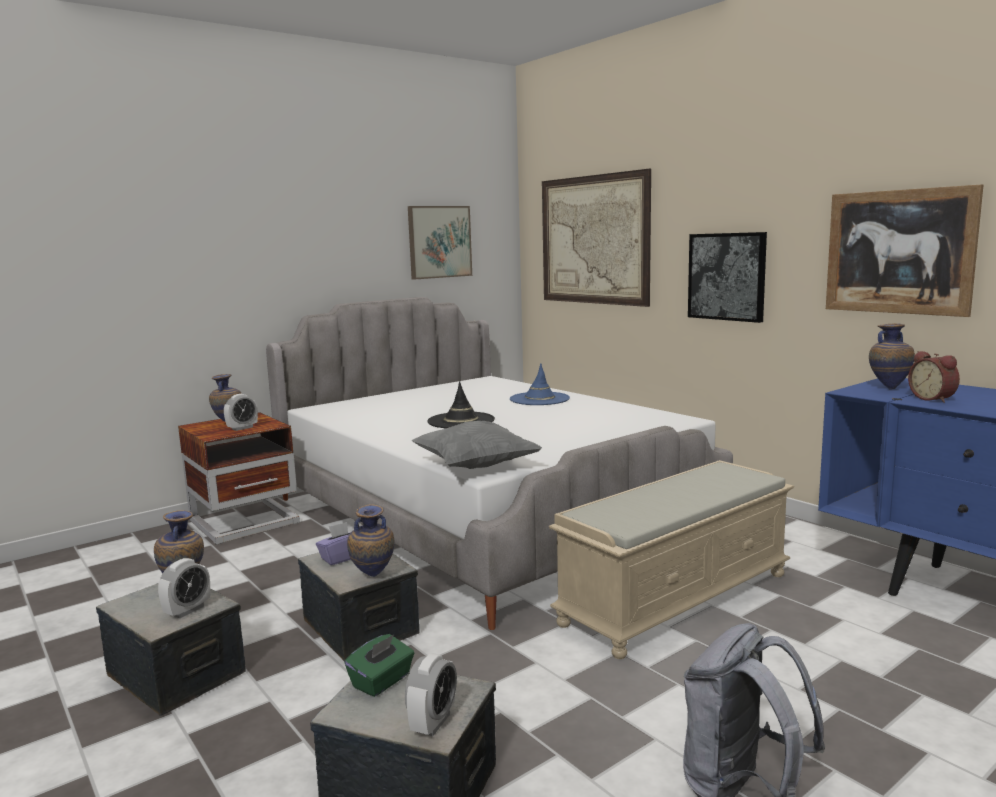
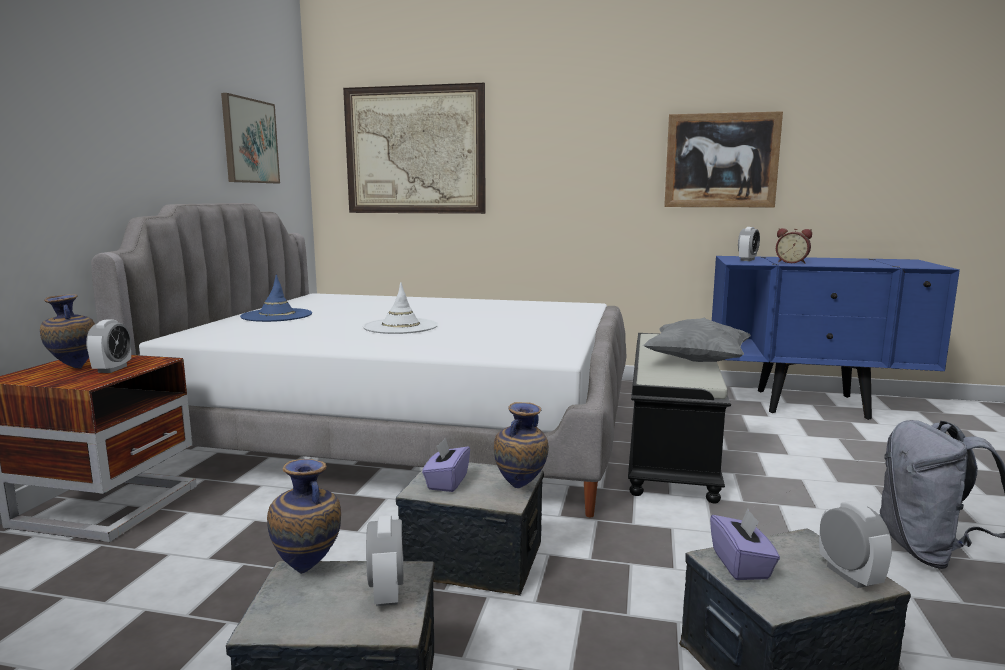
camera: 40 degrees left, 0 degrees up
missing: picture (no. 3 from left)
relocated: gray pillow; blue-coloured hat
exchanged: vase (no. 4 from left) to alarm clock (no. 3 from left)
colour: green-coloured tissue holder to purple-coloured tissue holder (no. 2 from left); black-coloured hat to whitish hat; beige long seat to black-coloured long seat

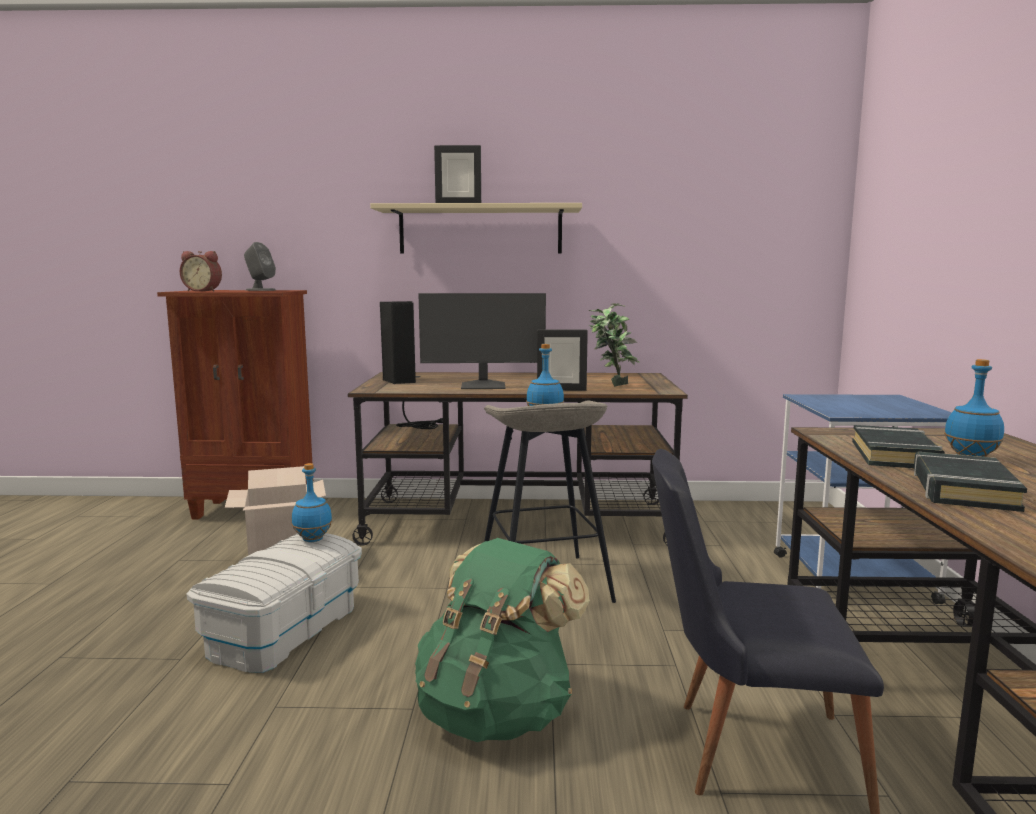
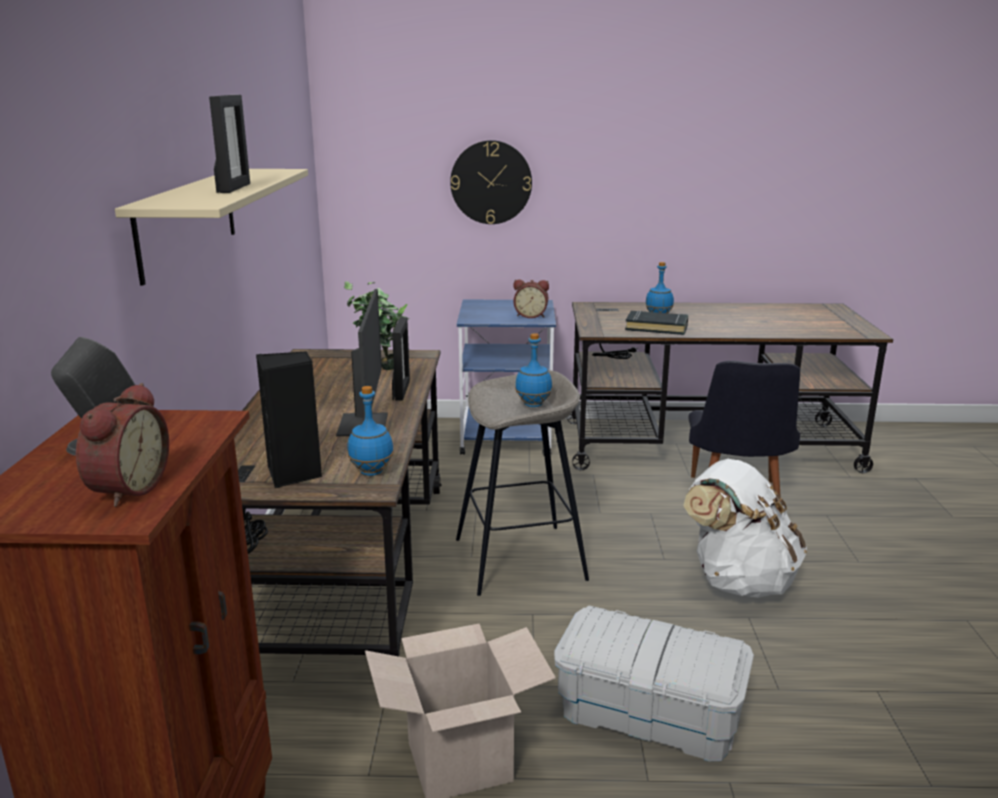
camera: 90 degrees left, 10 degrees up
missing: black-coloured book (no. 2 from left)
appeared: clock on the wall; alarm clock (no. 2 from left)
relocated: blue-coloured drink bottle (no. 1 from left)
colour: green-coloured knapsack to whitish knapsack

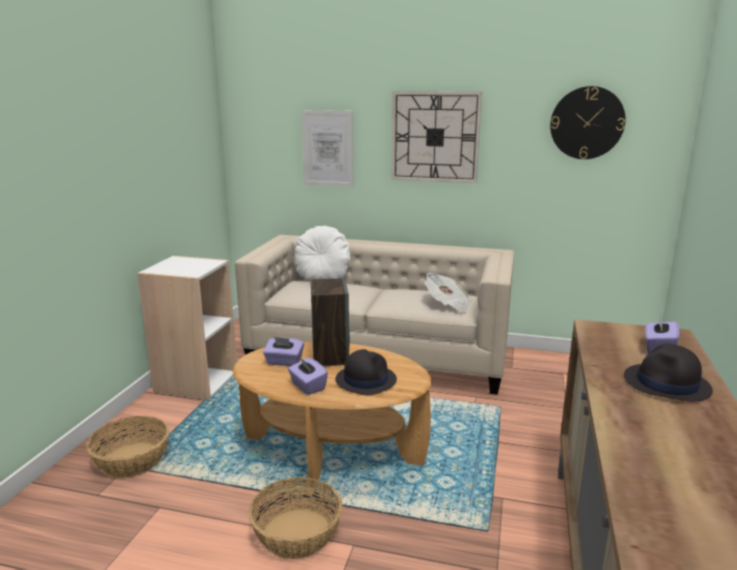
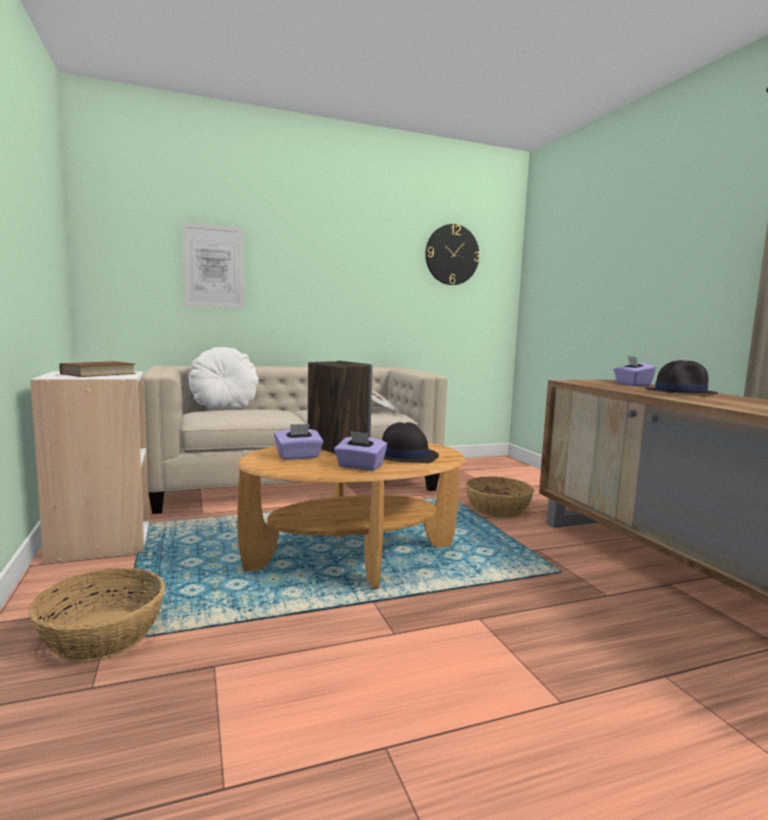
camera: 35 degrees left, 10 degrees down
missing: clock on the wall (no. 1 from left)
appeared: brown-coloured book
relocated: basket (no. 2 from left)

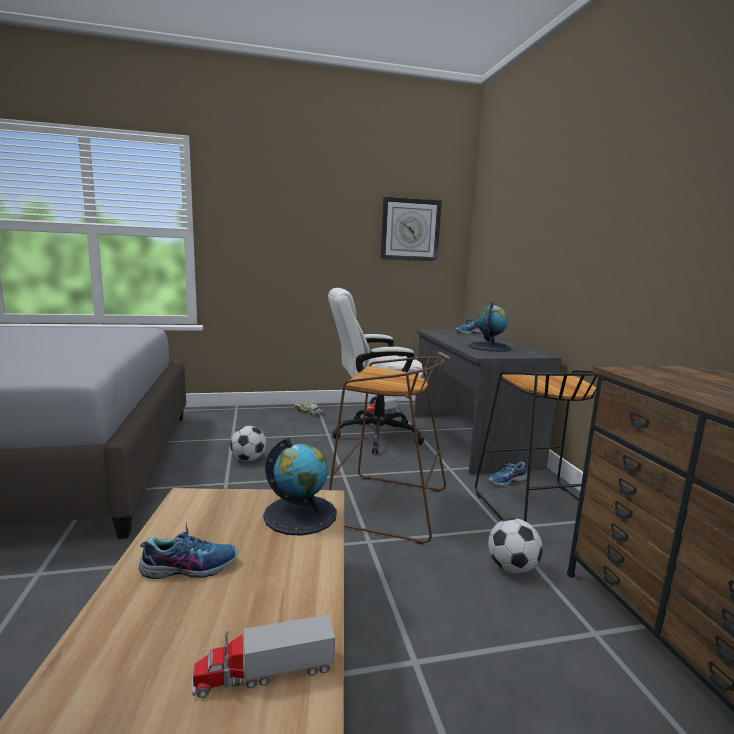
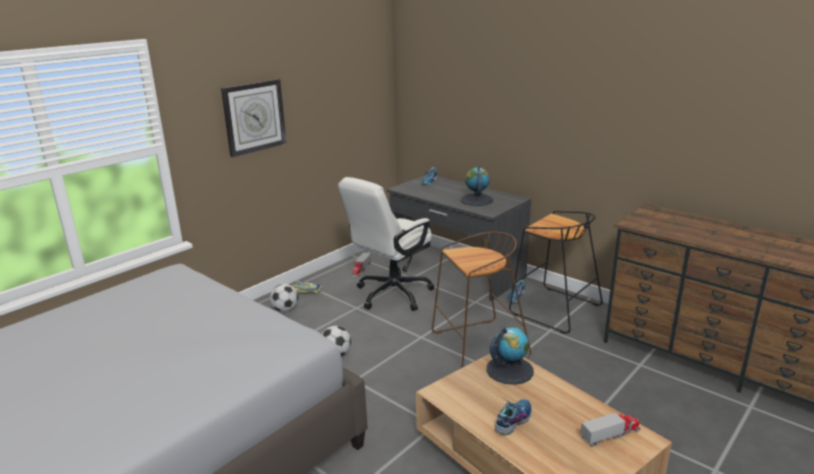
camera: 35 degrees left, 10 degrees up
relocated: clock on the wall; ball for football (no. 2 from left in the first image) to ball for football (no. 1 from left)
spun: toy lorry (no. 1 from left in the first image) 150 degrees counterclockwise

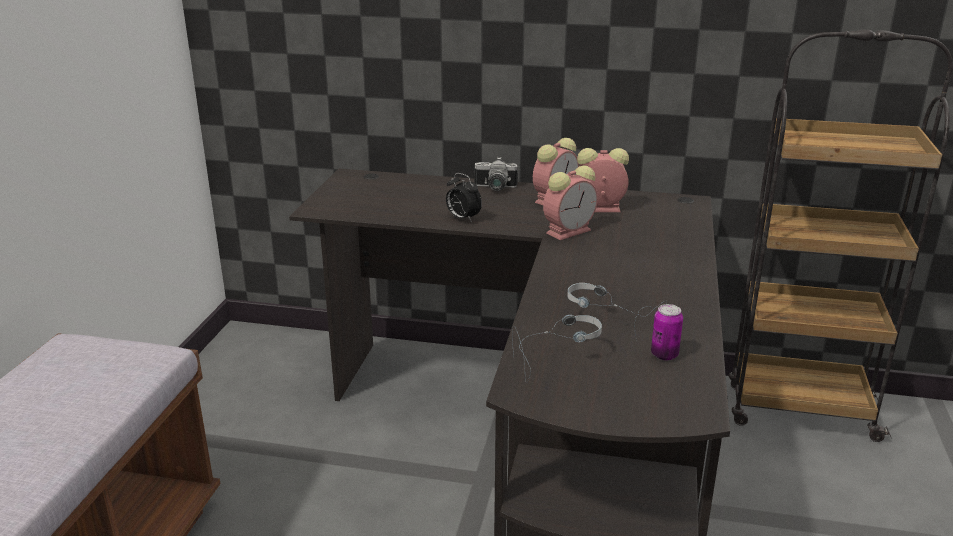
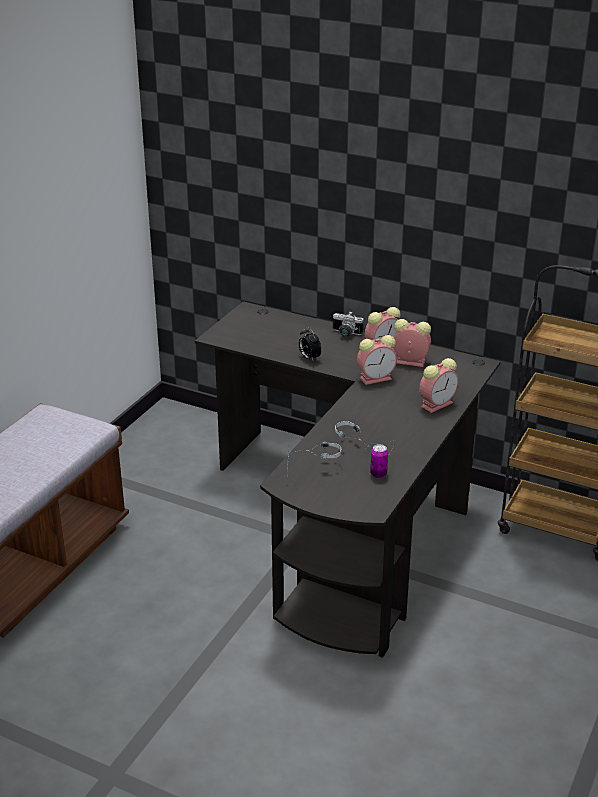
camera: 15 degrees right, 5 degrees up
appeared: alarm clock (no. 5 from left)

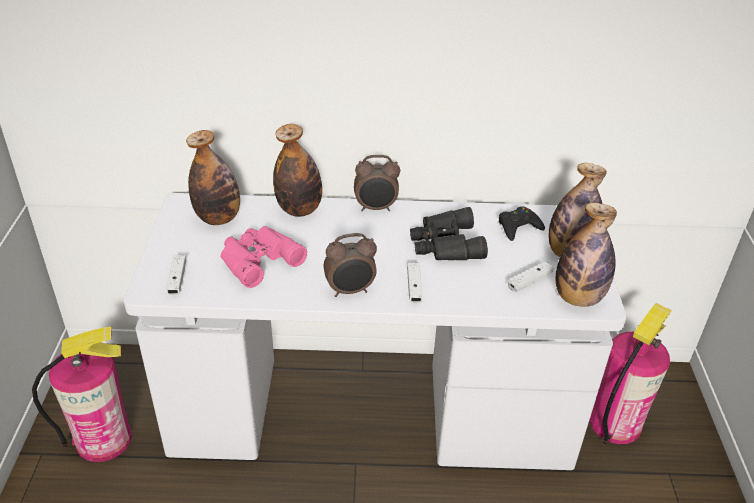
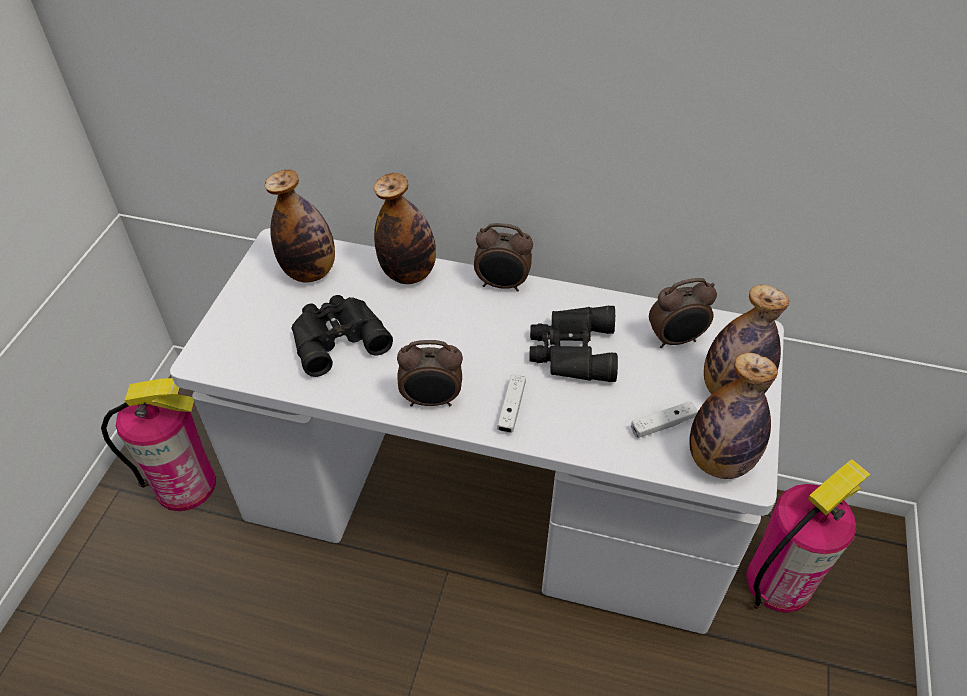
camera: 15 degrees right, 10 degrees up
missing: whitish game controller (no. 1 from left)
exchanged: black-coloured game controller to alarm clock (no. 3 from left)
colour: pinkish binoculars to black-coloured binoculars (no. 1 from left)

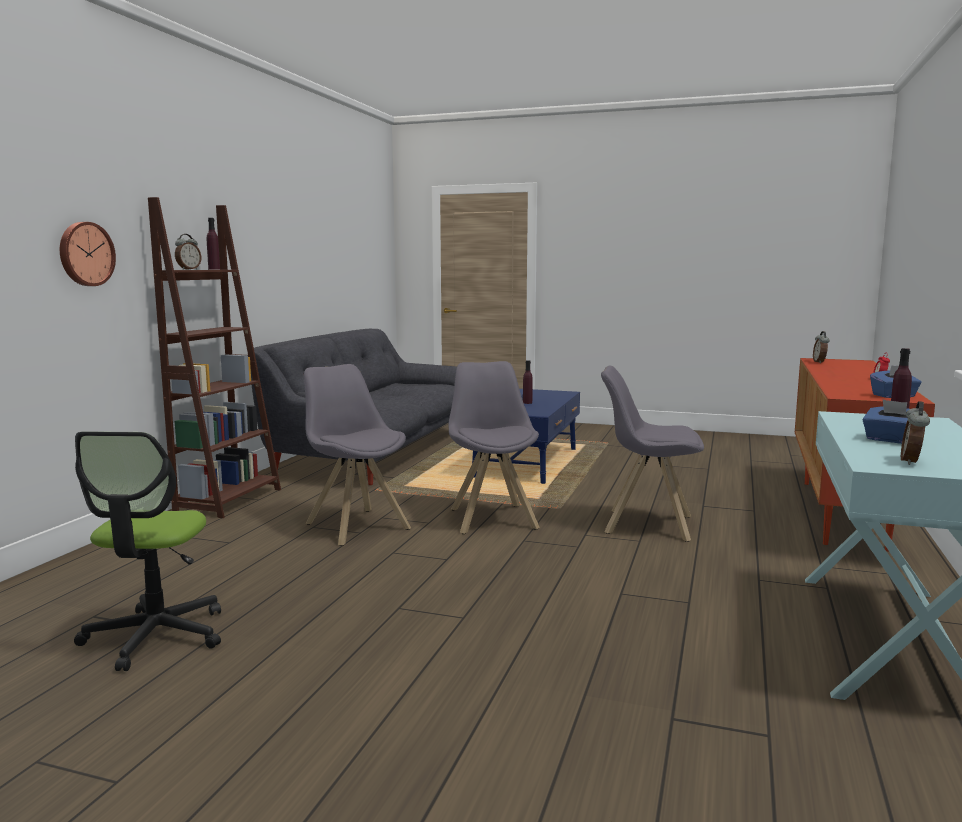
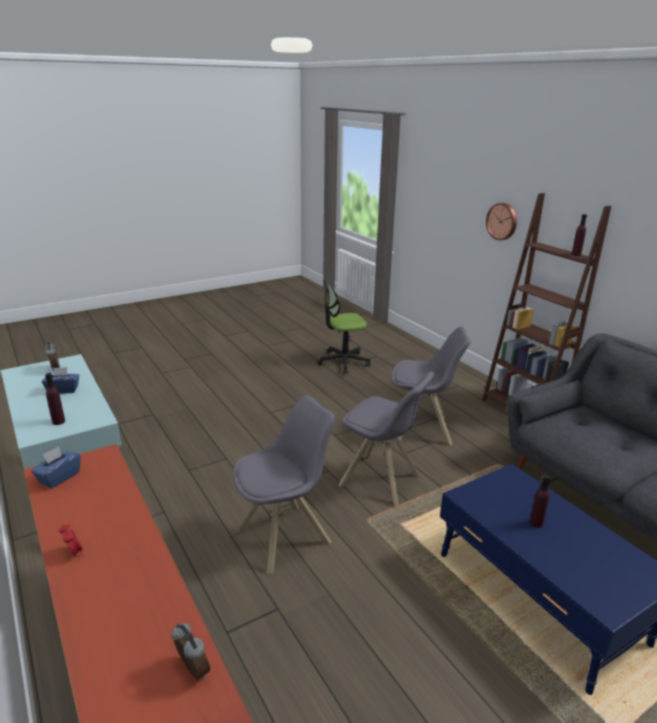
camera: 130 degrees right, 15 degrees up
missing: alarm clock (no. 1 from left)
spun: desk chair 60 degrees counterclockwise

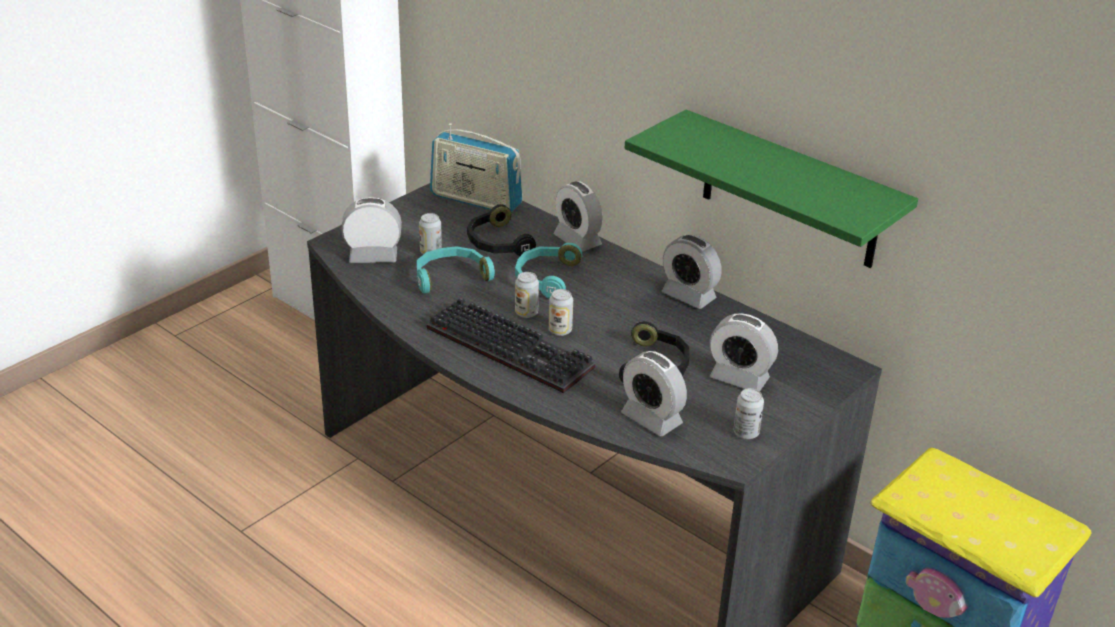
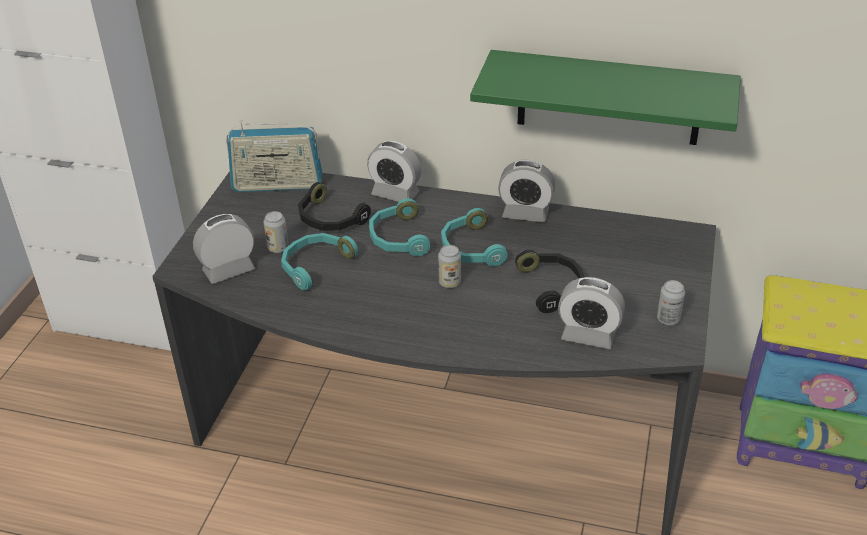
camera: 25 degrees left, 5 degrees up
missing: PC keyboard; sealed can (no. 2 from left); alarm clock (no. 5 from left)
appeared: turquoise-coloured headphones (no. 3 from left)

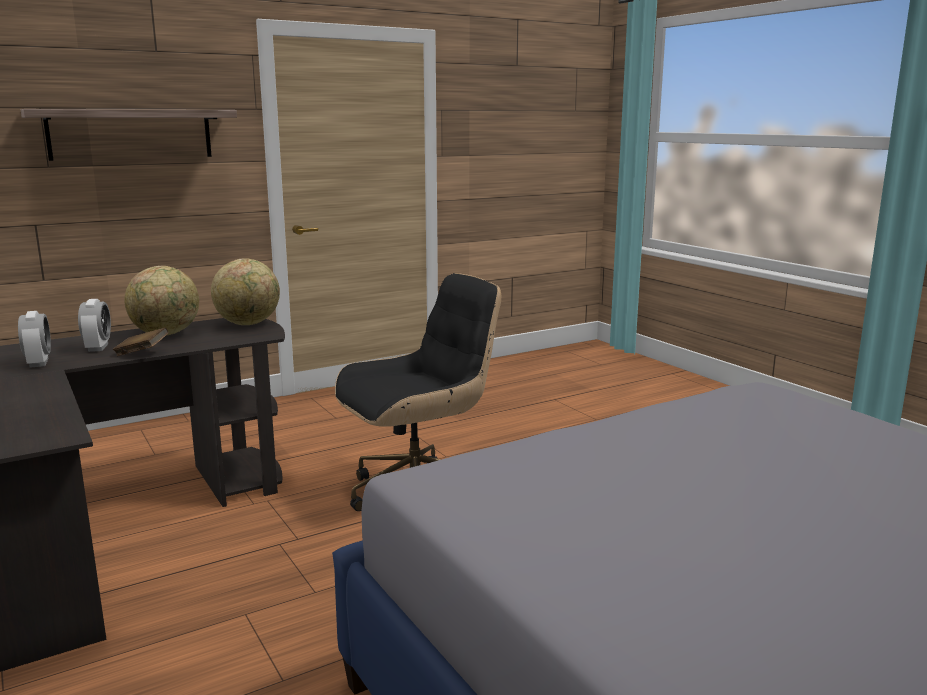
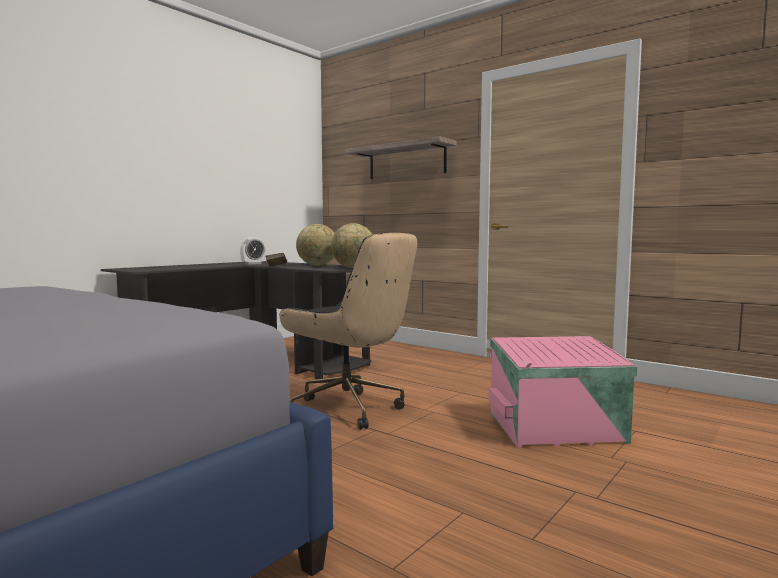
camera: 70 degrees right, 10 degrees down
missing: alarm clock (no. 2 from left)
appeared: pinkish storage box

